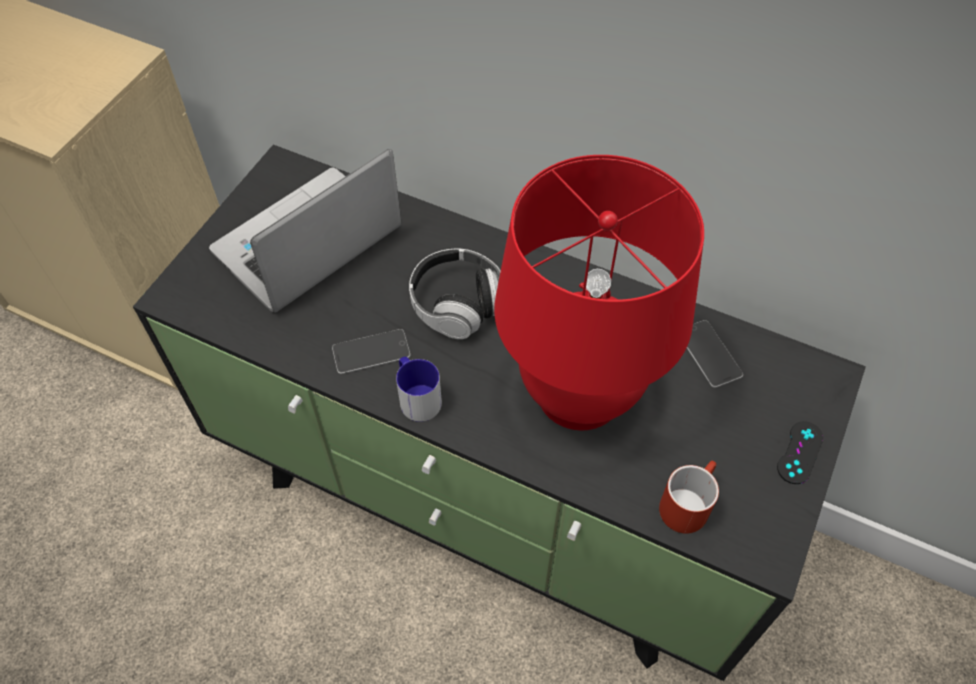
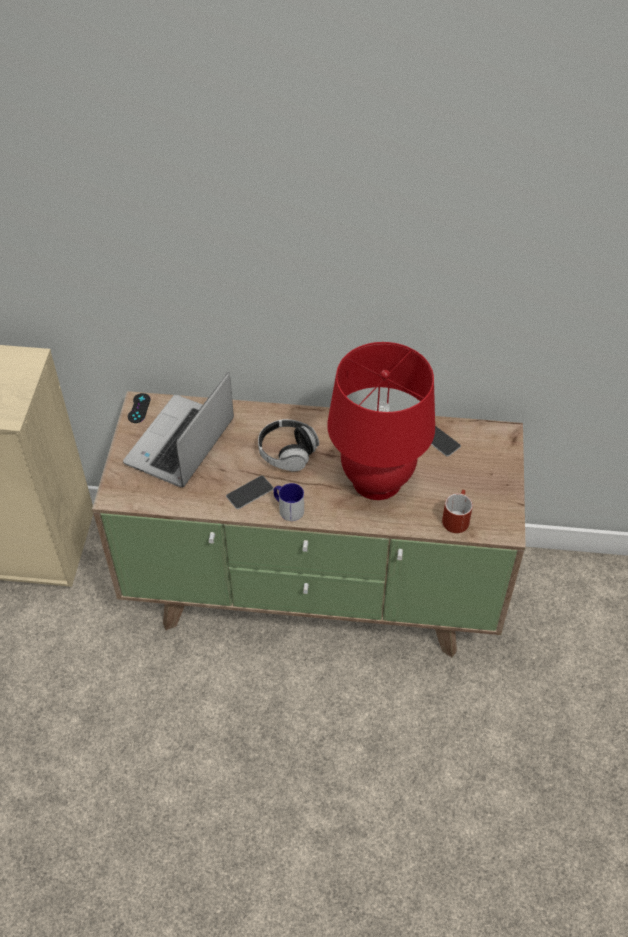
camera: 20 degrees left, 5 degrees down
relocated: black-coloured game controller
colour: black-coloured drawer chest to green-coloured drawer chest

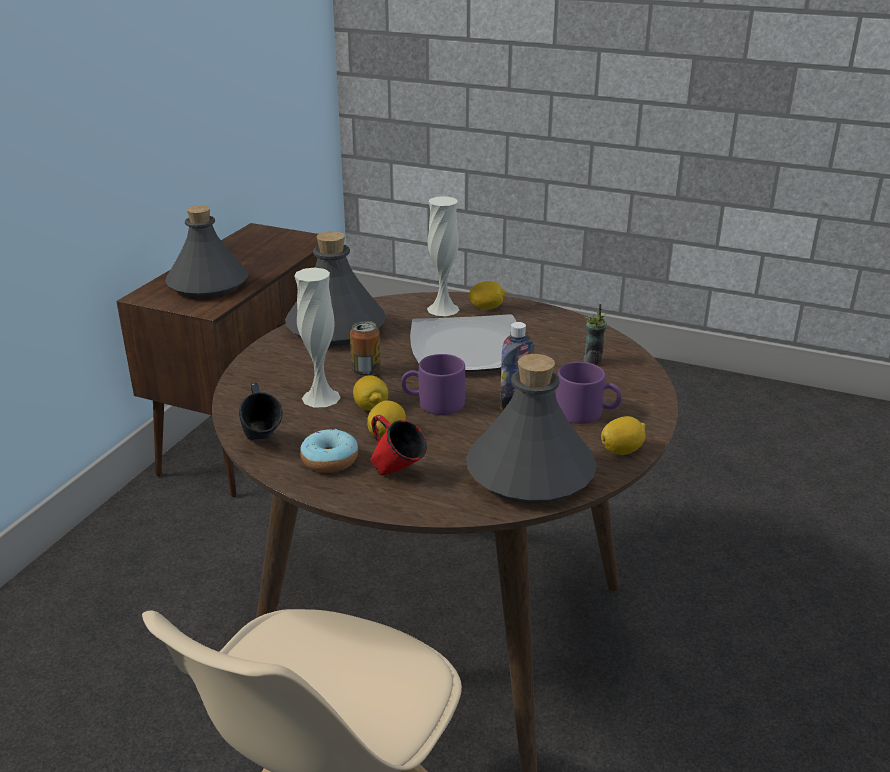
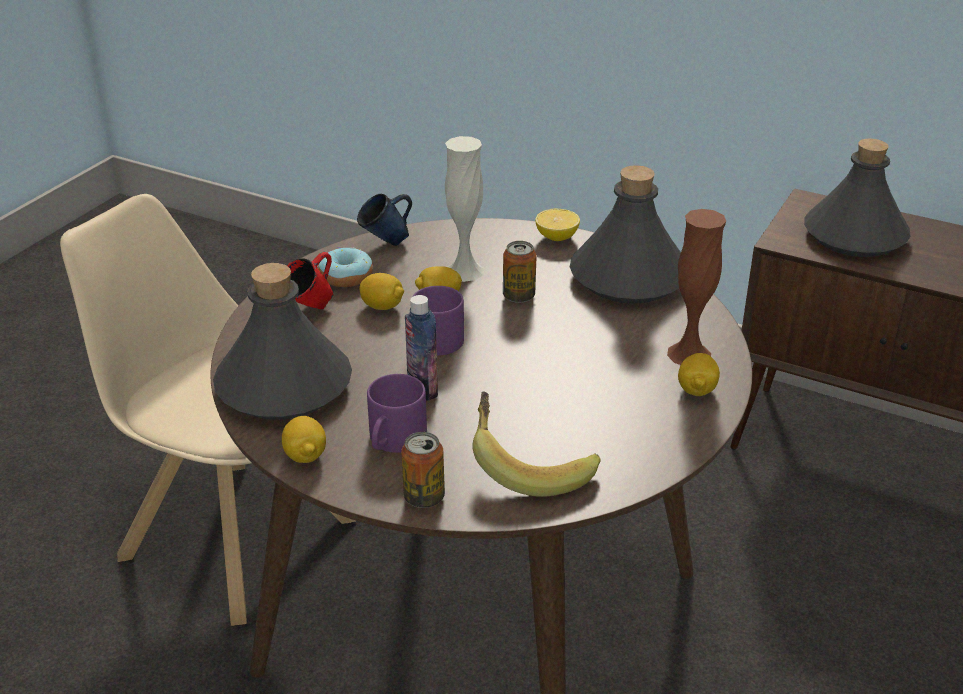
camera: 95 degrees right, 5 degrees up
missing: dinner plate
appeared: sealed can (no. 1 from left); citrus fruit (no. 4 from left)
exchanged: small cup to whole banana
colour: whitish vase (no. 2 from left) to brown-coloured vase

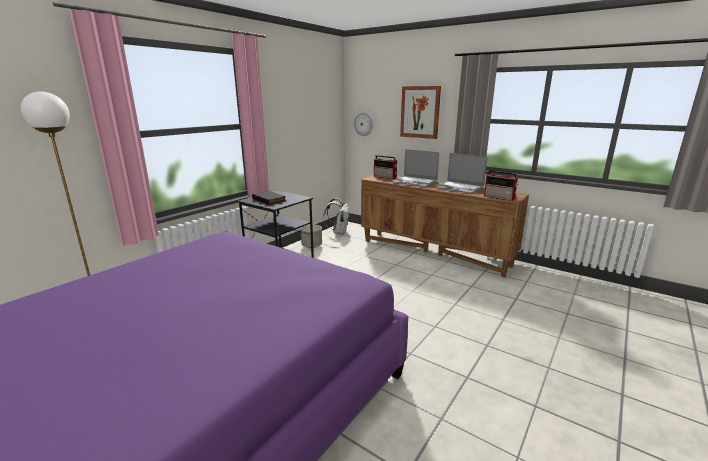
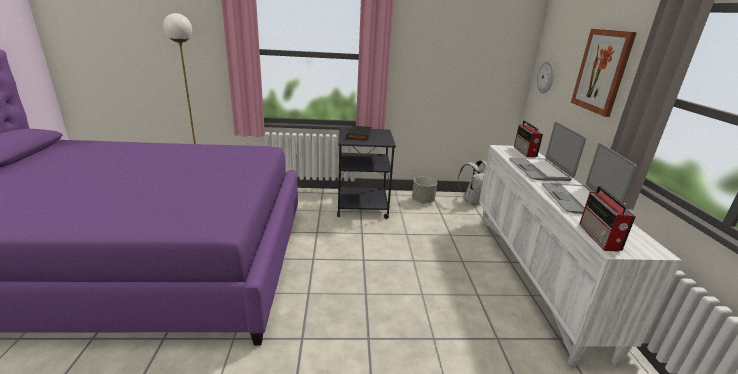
camera: 50 degrees right, 5 degrees up
colour: brown-coloured drawer chest to whitish drawer chest

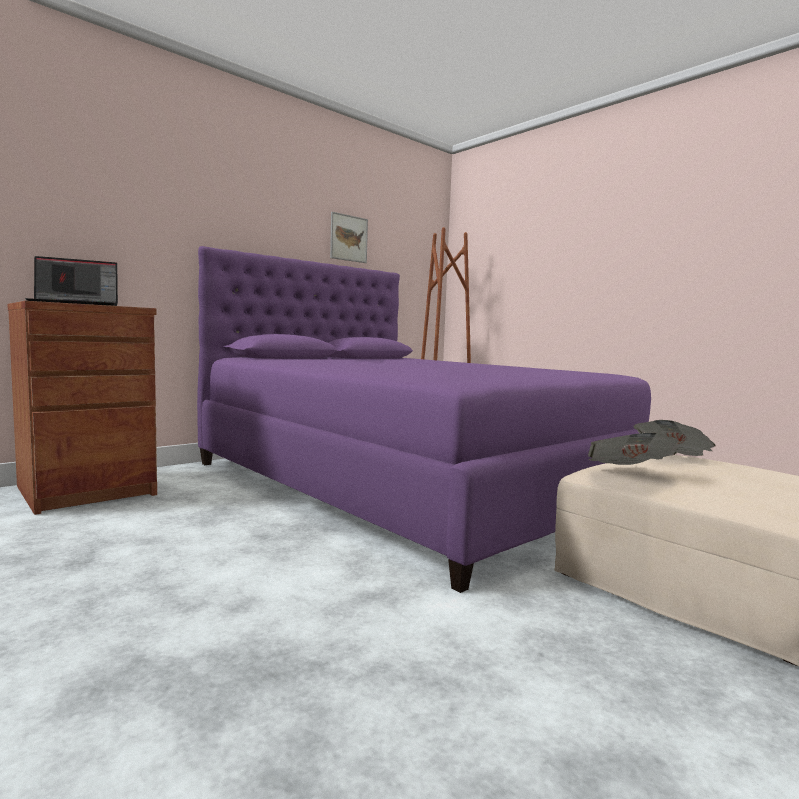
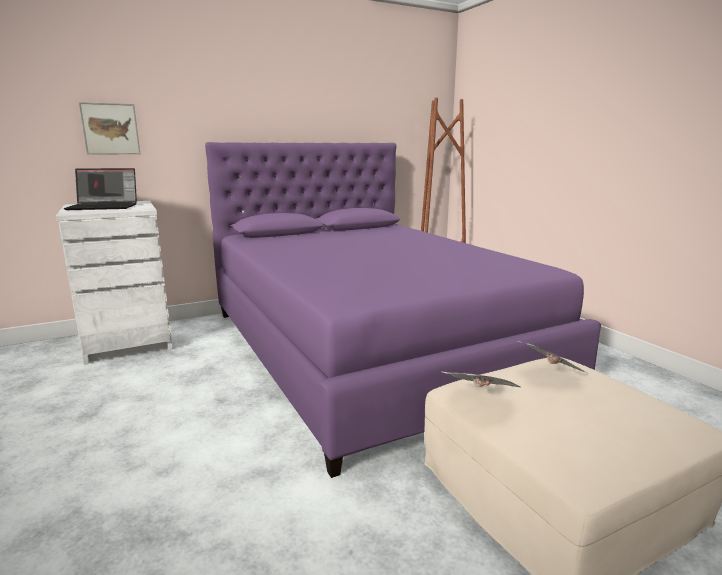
camera: 15 degrees right, 10 degrees up
relocated: picture
colour: brown-coloured drawer chest to whitish drawer chest

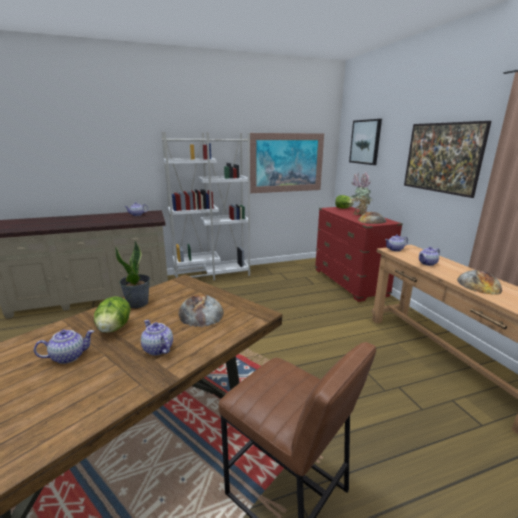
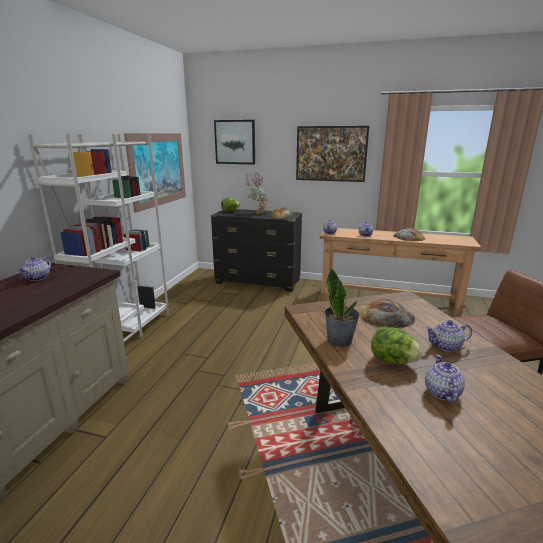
camera: 55 degrees left, 0 degrees up
colour: red drawer chest to black-coloured drawer chest

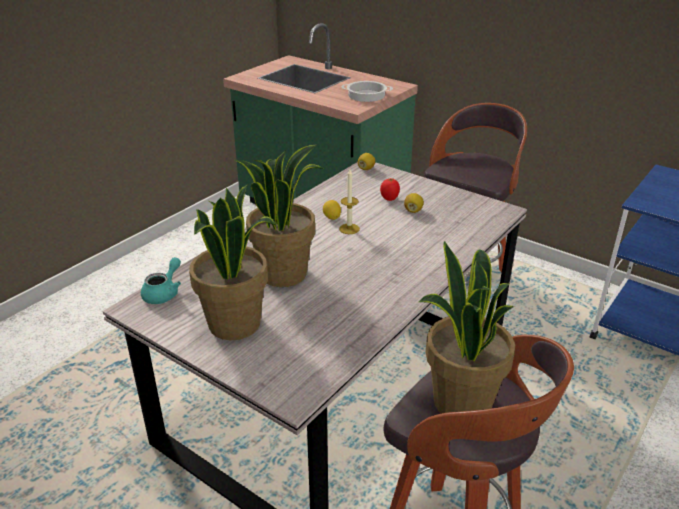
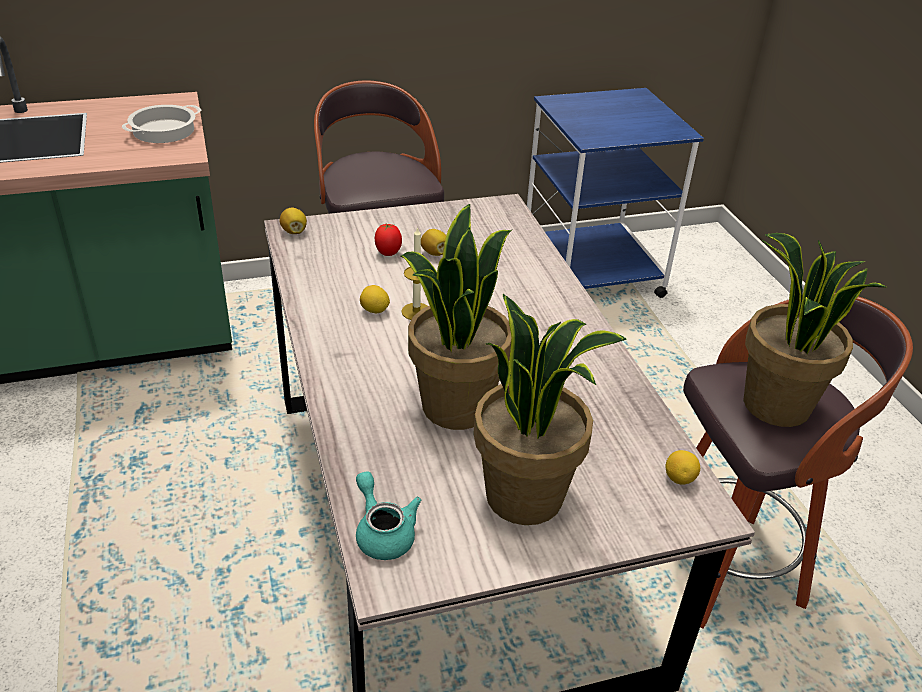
camera: 55 degrees left, 5 degrees up
appeared: citrus fruit (no. 4 from left)

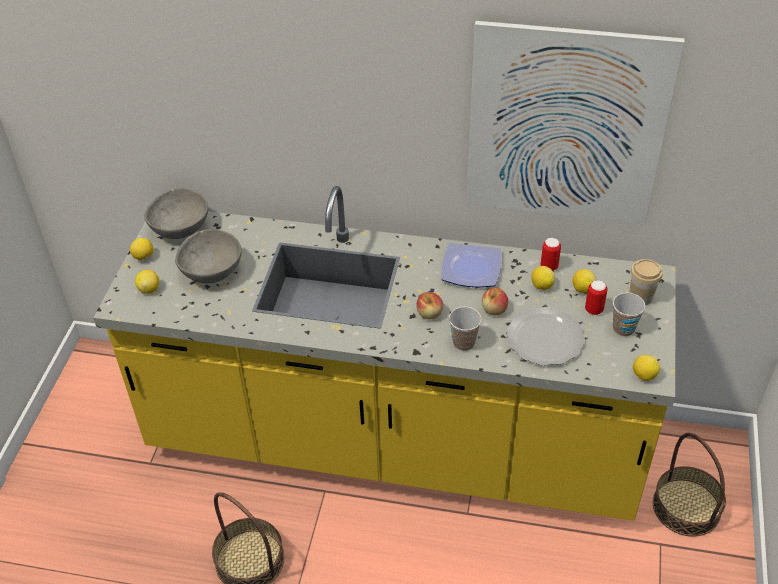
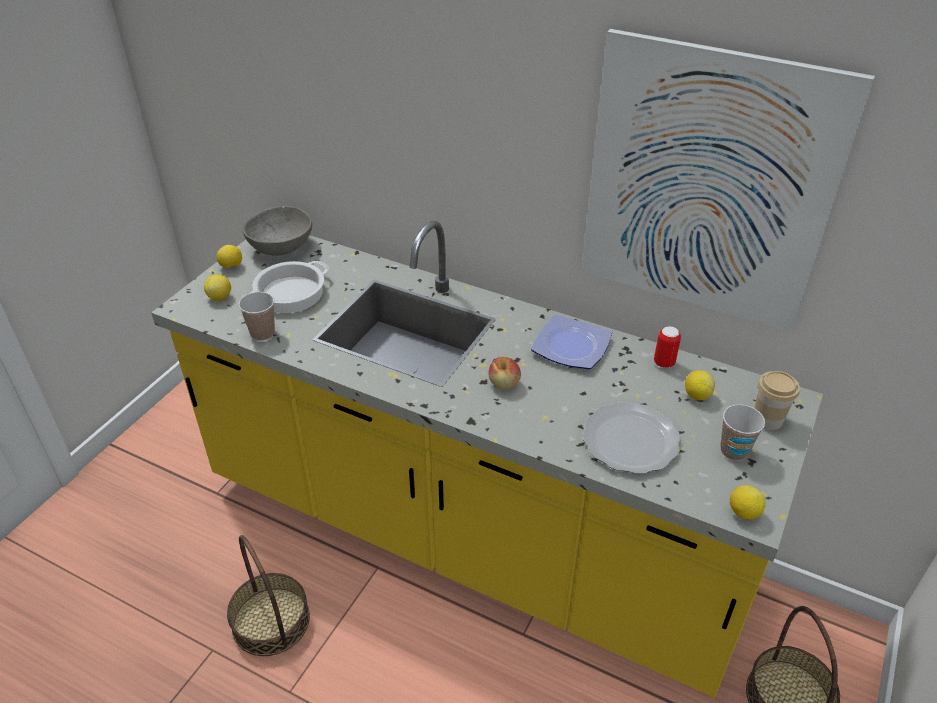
camera: 15 degrees right, 5 degrees down
missing: whole apple (no. 2 from left); citrus fruit (no. 3 from left); sealed can (no. 2 from left)
relocated: small cup (no. 1 from left)
exchanged: gray deep dish (no. 2 from left) to cooking pot

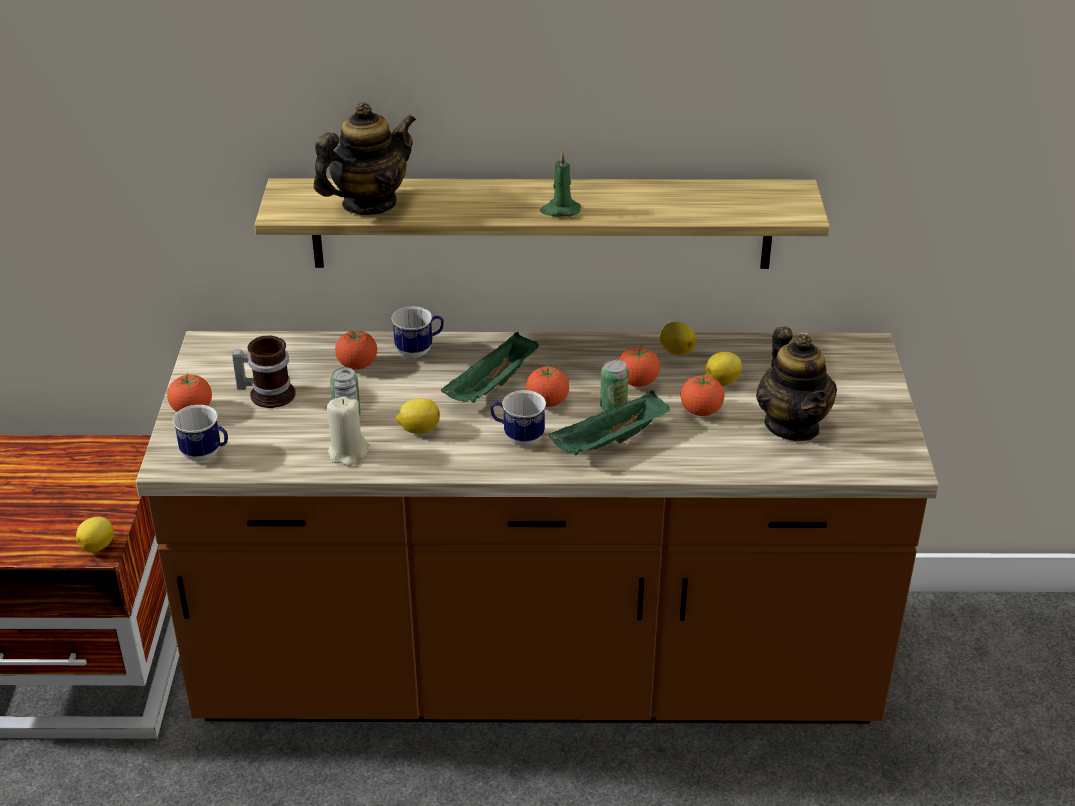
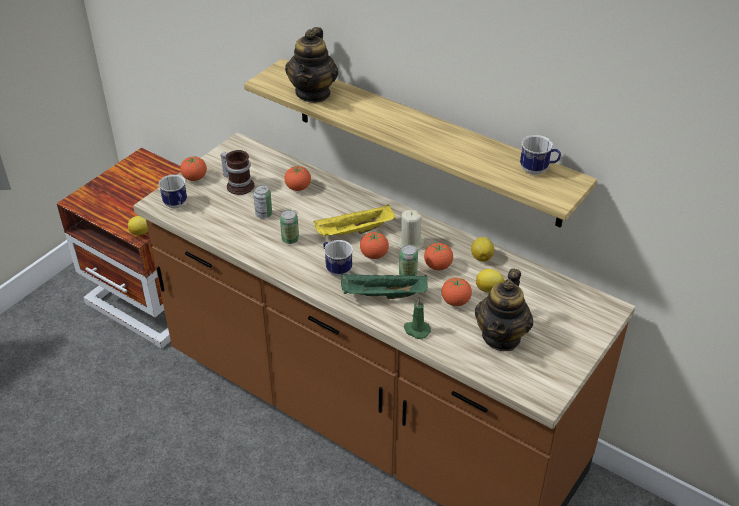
camera: 35 degrees right, 5 degrees up
relocated: beige wax candle; tea mug (no. 3 from left in the first image) to tea mug (no. 4 from left); green-coloured wax candle
exchanged: citrus fruit (no. 2 from left) to sealed can (no. 2 from left)
colour: green-coloured serving tray (no. 1 from left) to yellow-coloured serving tray
spun: teapot (no. 1 from left) 105 degrees clockwise

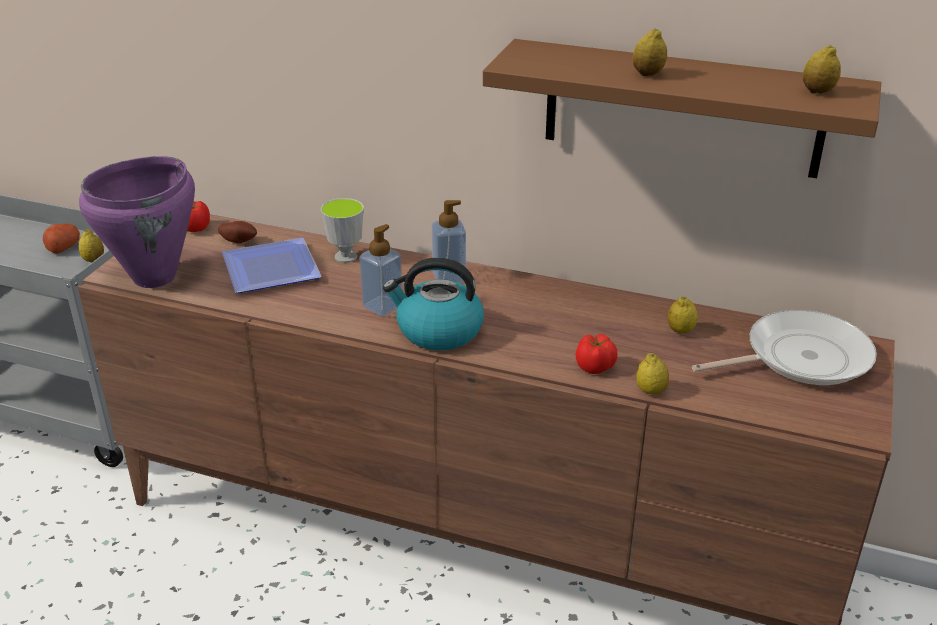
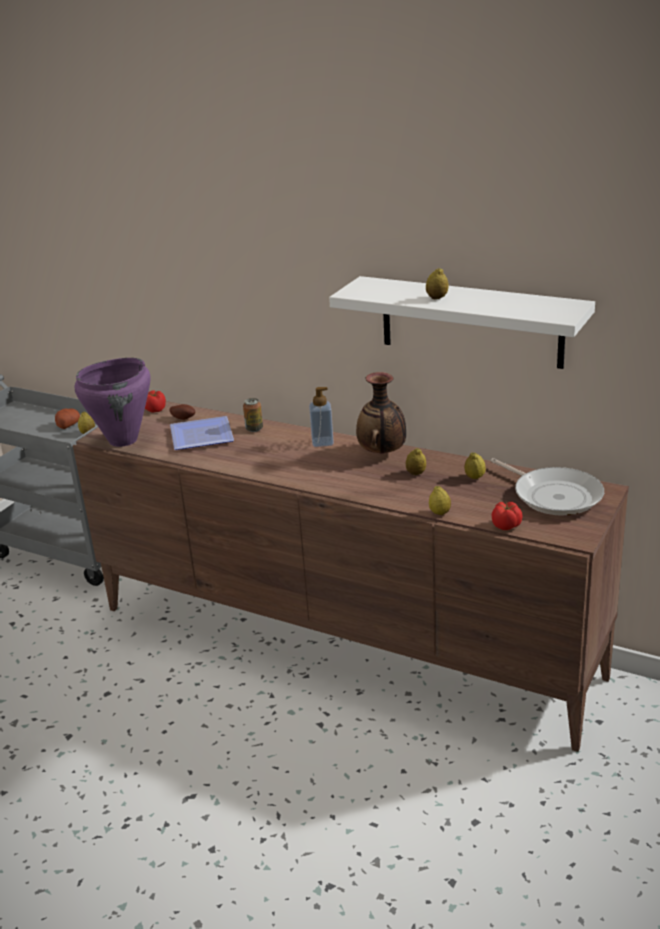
camera: 10 degrees right, 5 degrees down
missing: liquid soap bottle (no. 1 from left); kettle
appeared: vase
relocated: whole tomato (no. 2 from left); citrus fruit (no. 5 from left in the first image) to citrus fruit (no. 2 from left)
exchanged: small cup to sealed can
colour: brown-coloured shelf to whitish shelf
spun: pan 60 degrees clockwise

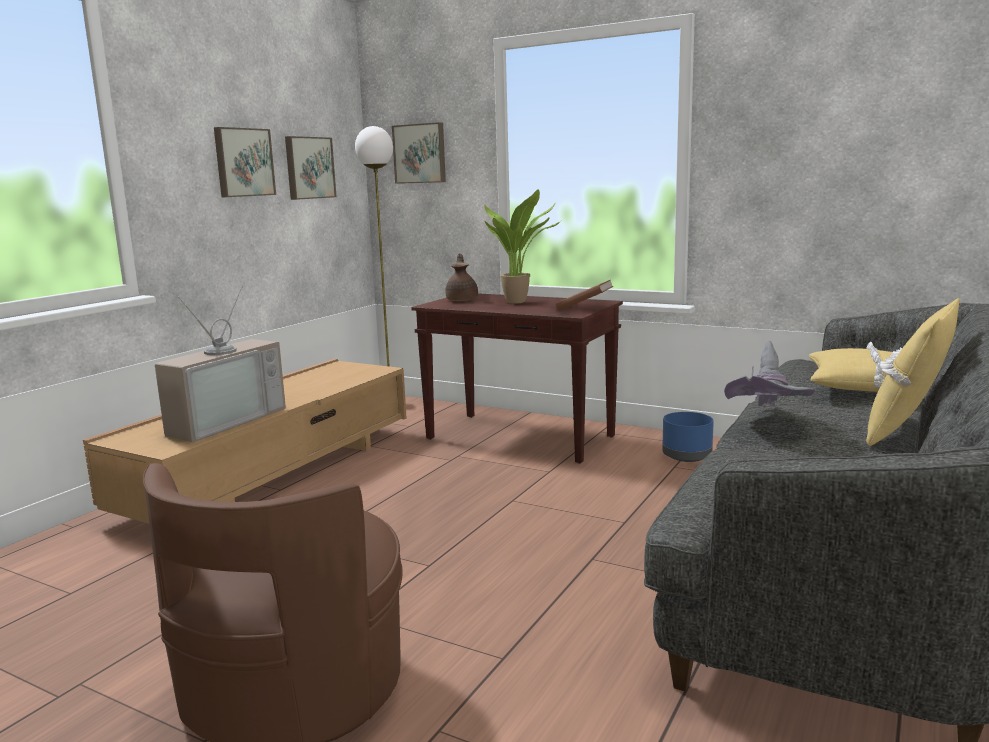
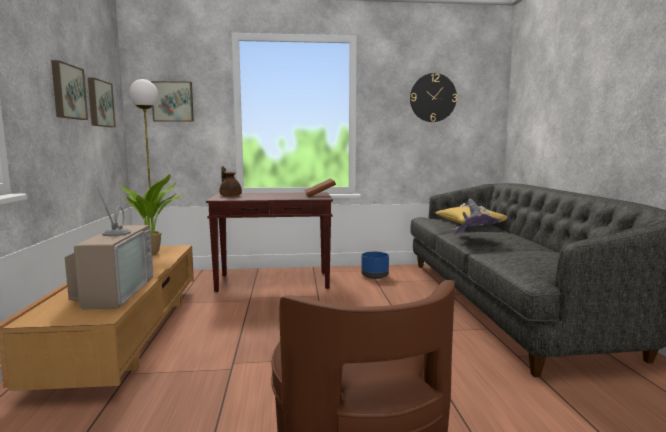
camera: 35 degrees left, 5 degrees down
missing: yellow-coloured pillow (no. 2 from left)
appeared: clock on the wall
relocated: plant in a pot

